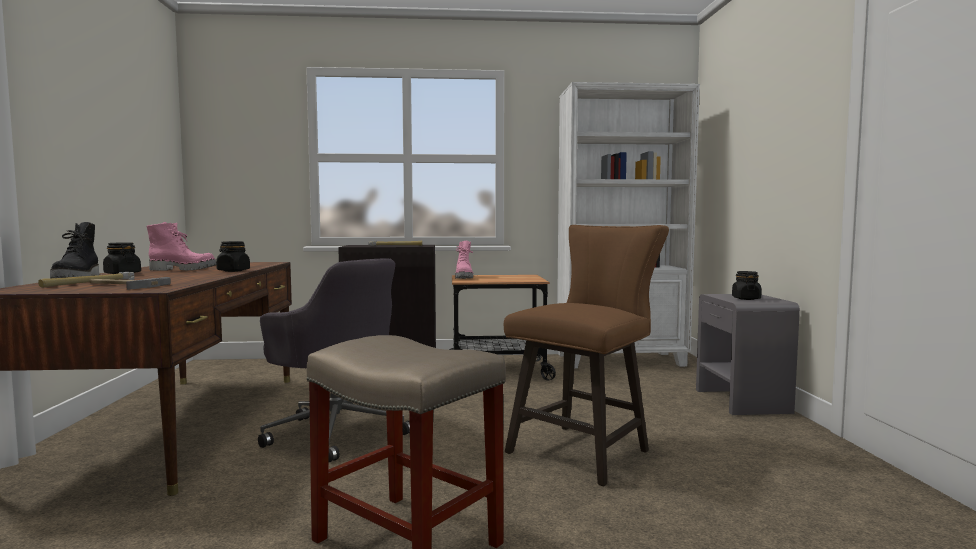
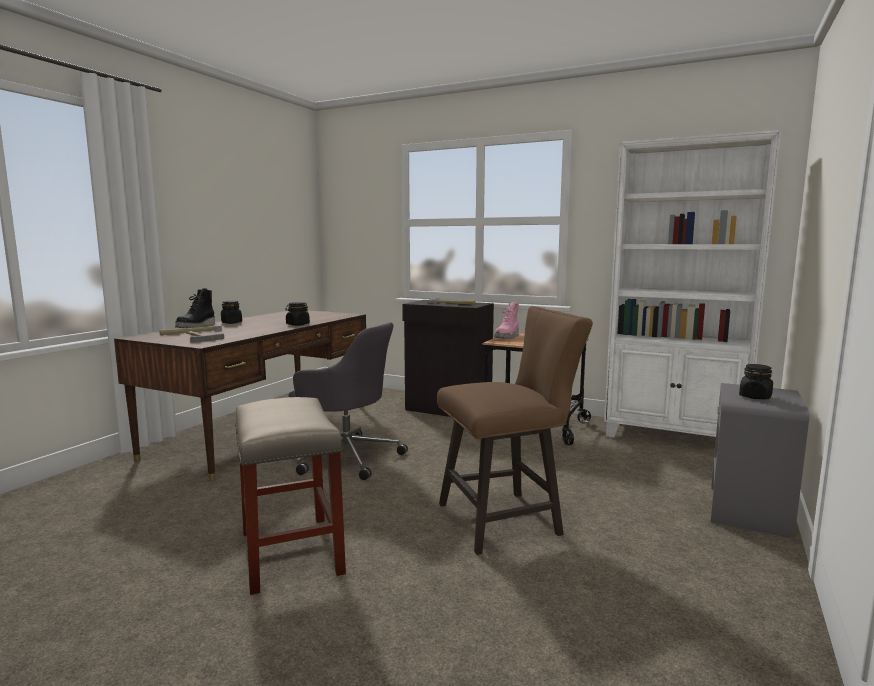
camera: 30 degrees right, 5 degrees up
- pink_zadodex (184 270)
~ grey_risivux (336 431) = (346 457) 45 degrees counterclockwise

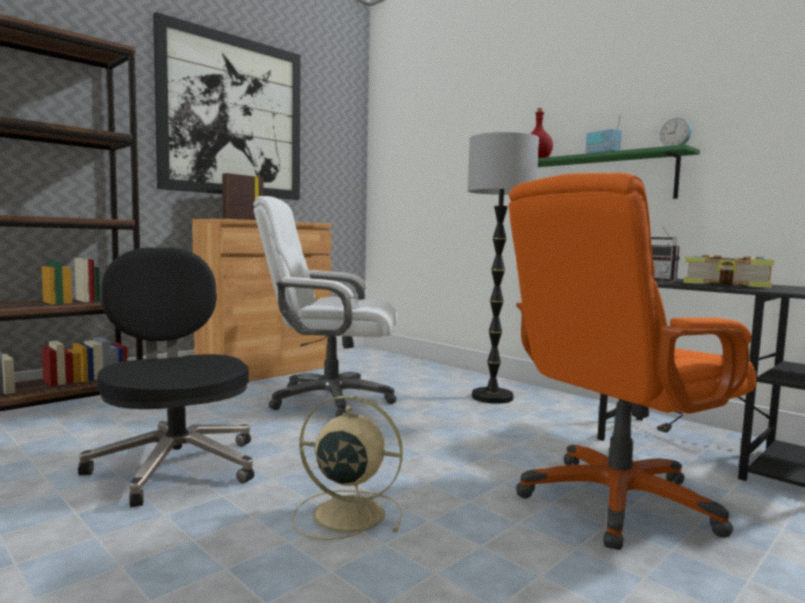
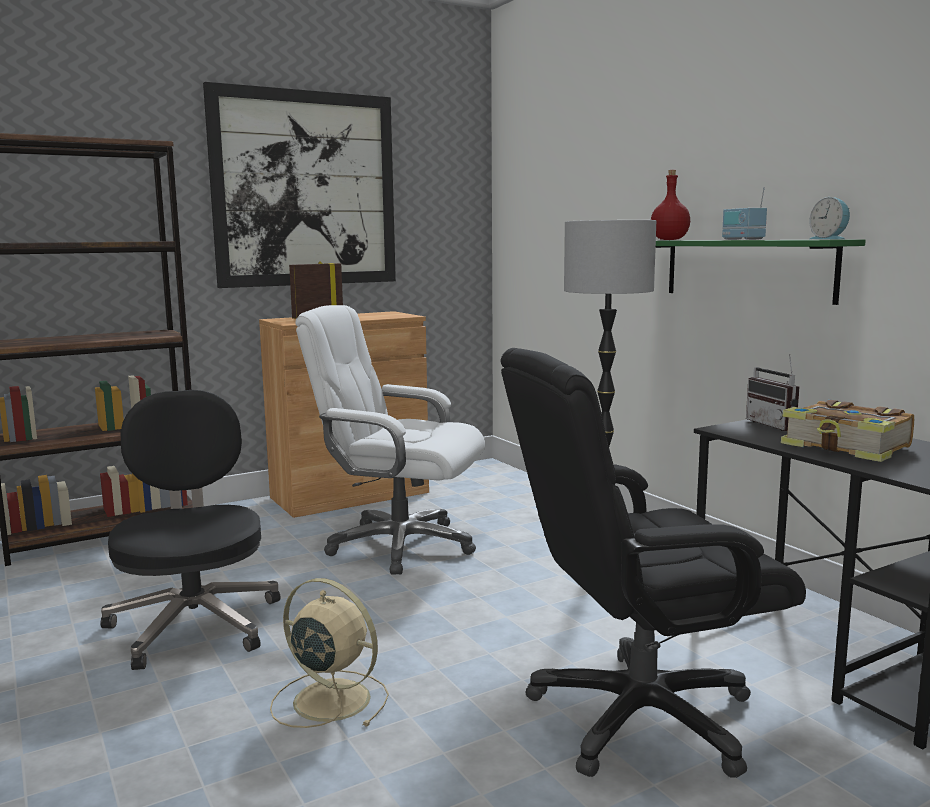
camera: 15 degrees right, 5 degrees up
~ orange_risivux (616 502) to black_risivux (639 717)

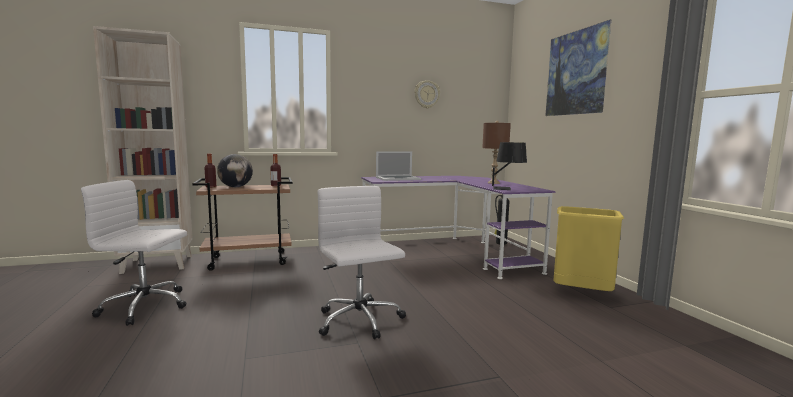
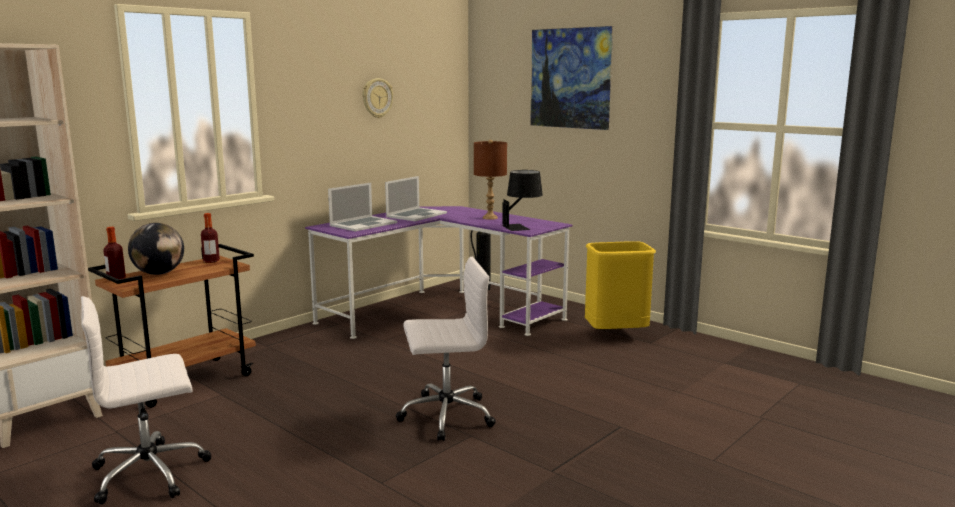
camera: 30 degrees left, 5 degrees up
+ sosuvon (416 215)
~ white_risivux (360 321) = (445 415) 135 degrees clockwise

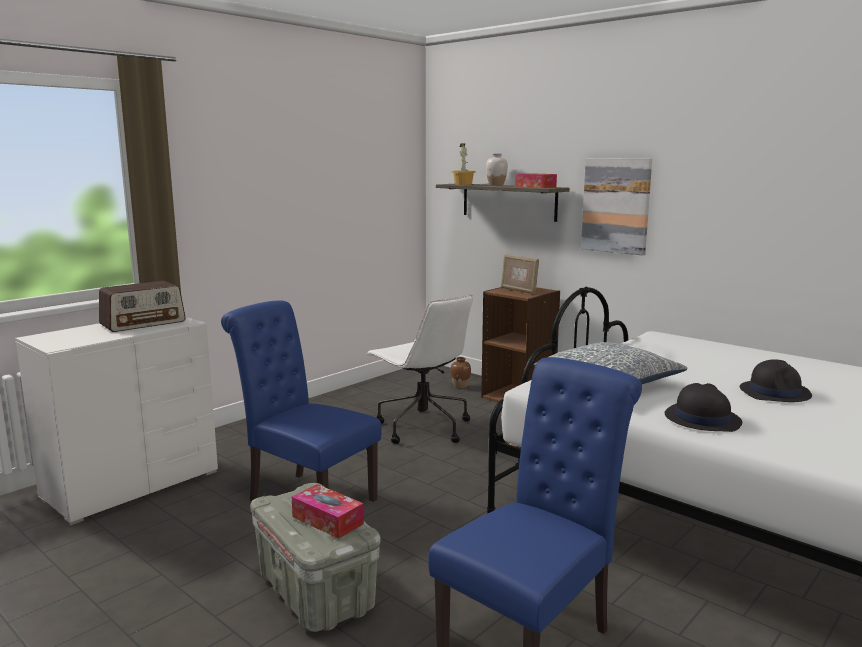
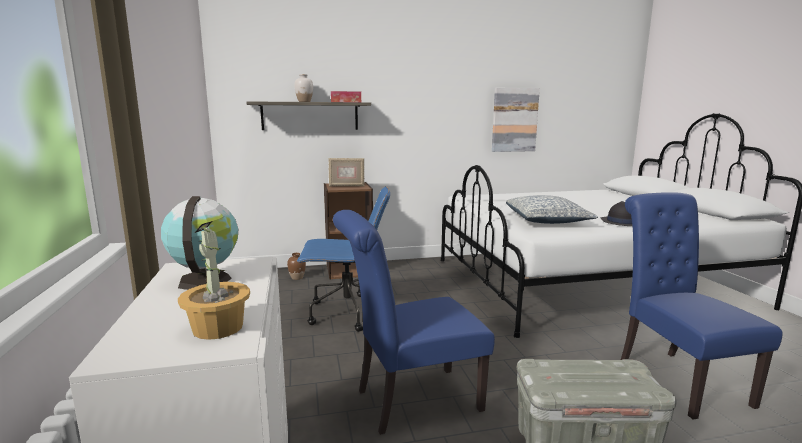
camera: 55 degrees left, 0 degrees up
- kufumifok (327 520)
- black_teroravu (775 392)
~ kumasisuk (463 184) to (218 328)
~ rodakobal (616 205) to (514 120)
~ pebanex (143 323) to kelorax (205 280)
~ white_risivux (422 427) to blue_risivux (346 313)

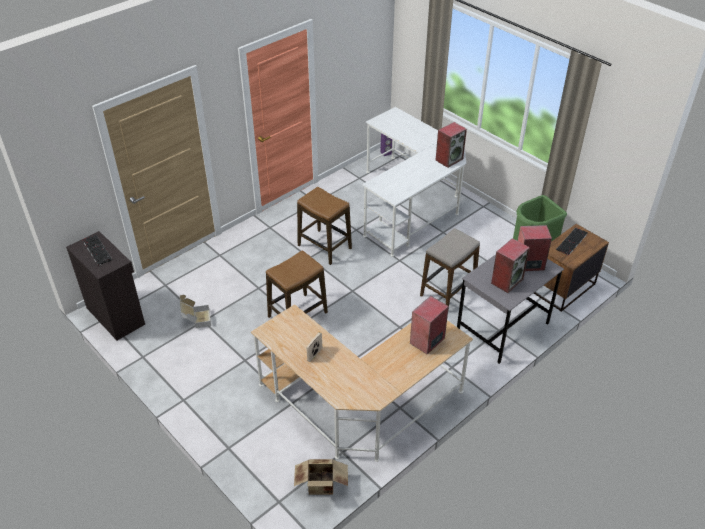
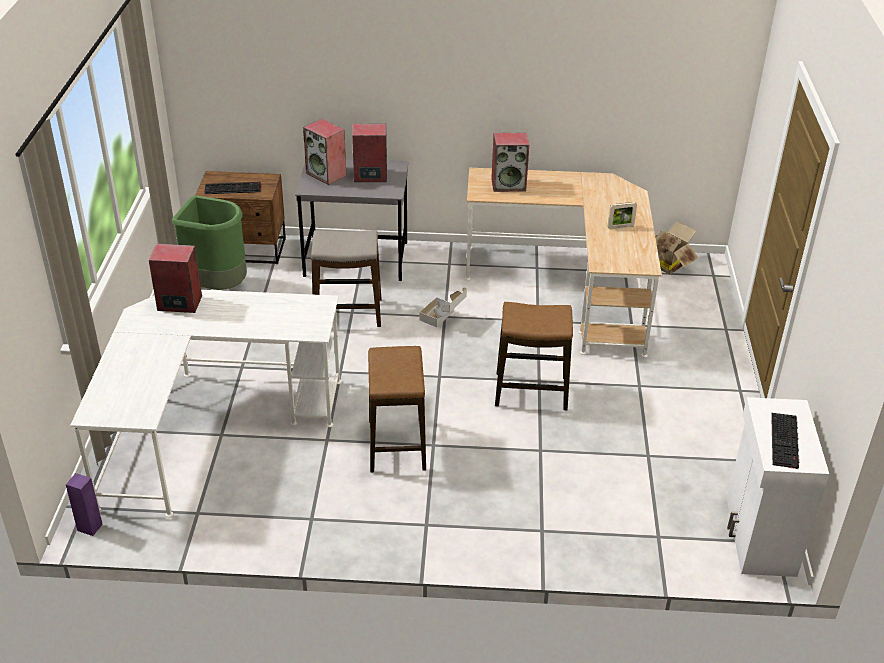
camera: 135 degrees left, 5 degrees down
~ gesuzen (196 320) to (443 319)
~ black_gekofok (116 315) to white_gekofok (758 537)

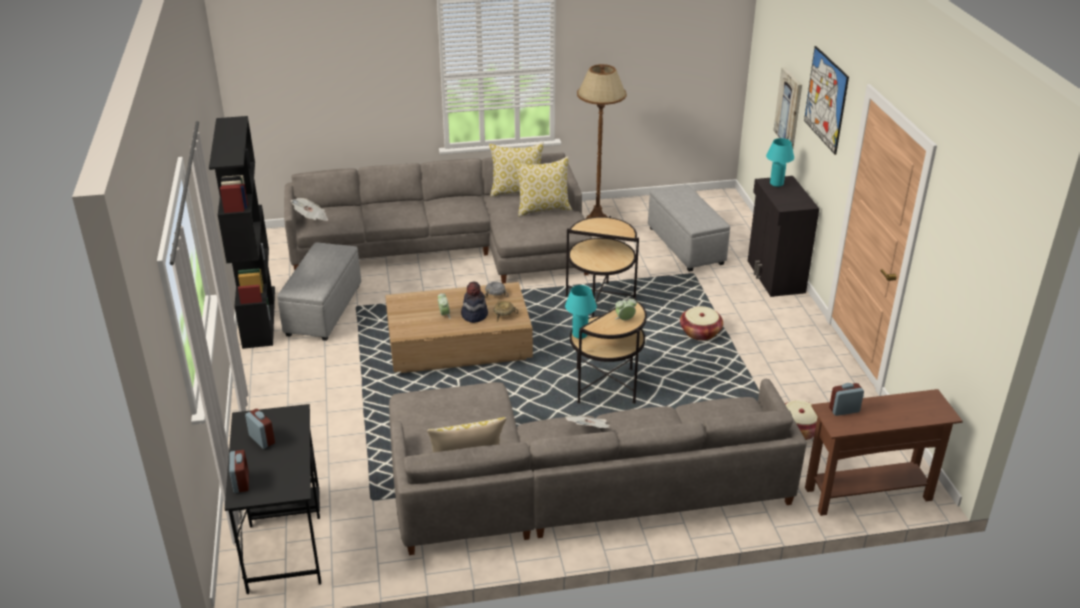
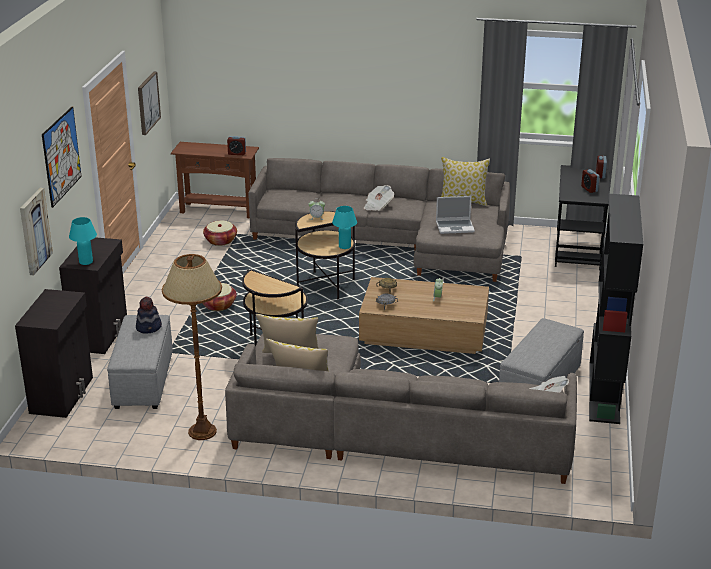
camera: 160 degrees left, 5 degrees down
+ black_gekofok (63 395)
+ rodakobal (148 103)
+ sosuvon (455 227)
~ teroravu (474 315) to (149 327)

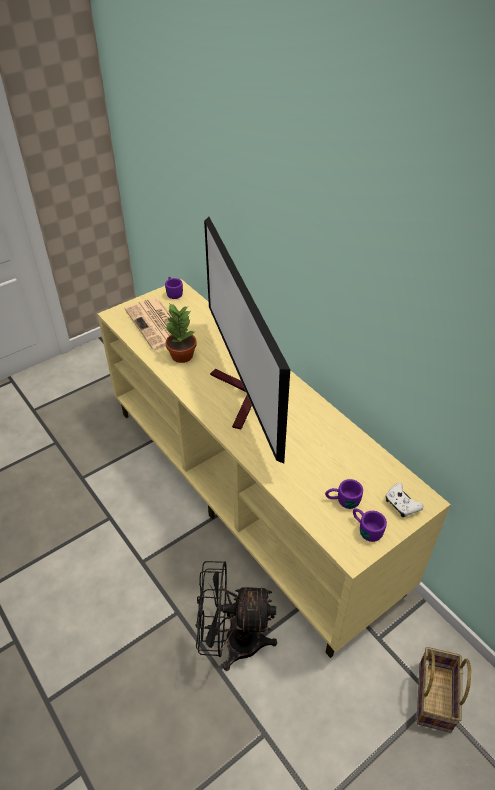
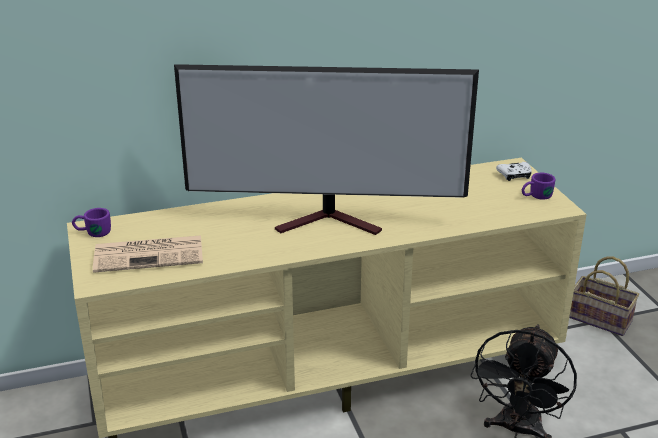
camera: 70 degrees left, 15 degrees down
- kumasisuk (181 355)
- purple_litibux (342 500)

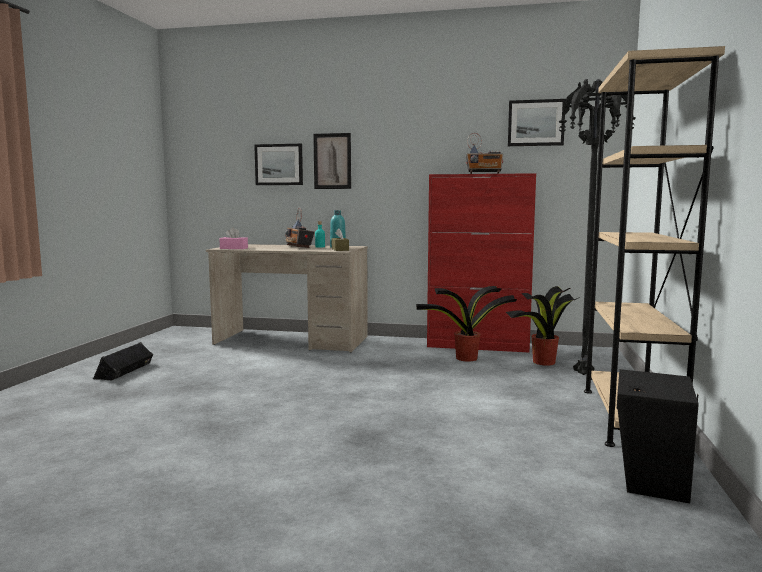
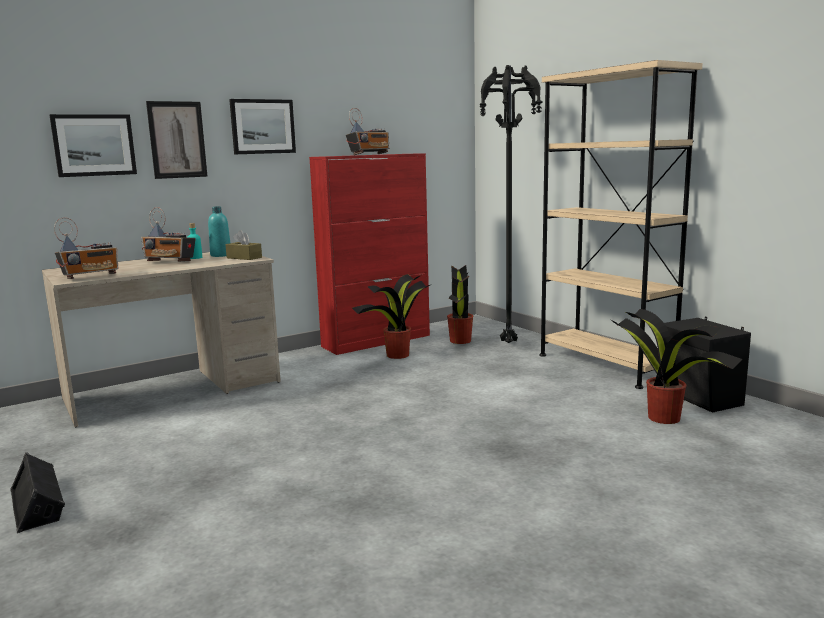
camera: 45 degrees left, 5 degrees up
+ kumasisuk (665 418)
~ rodakobal (536 123) to (262 126)
~ pink_kufumifok (234 248) to pebanex (91 277)

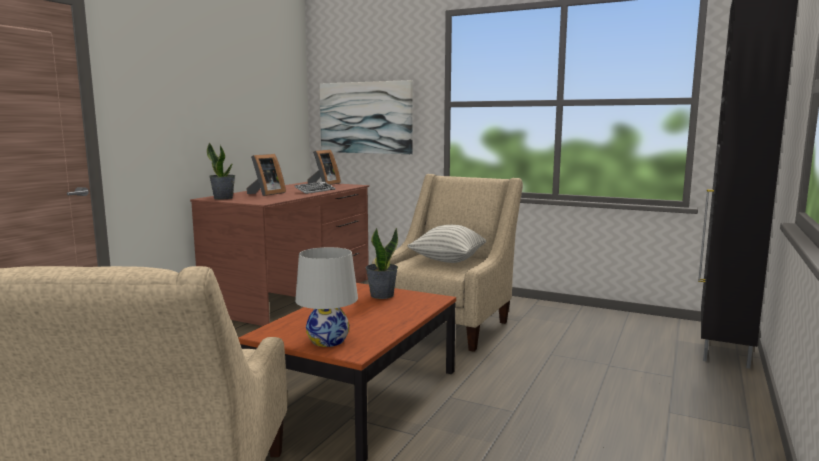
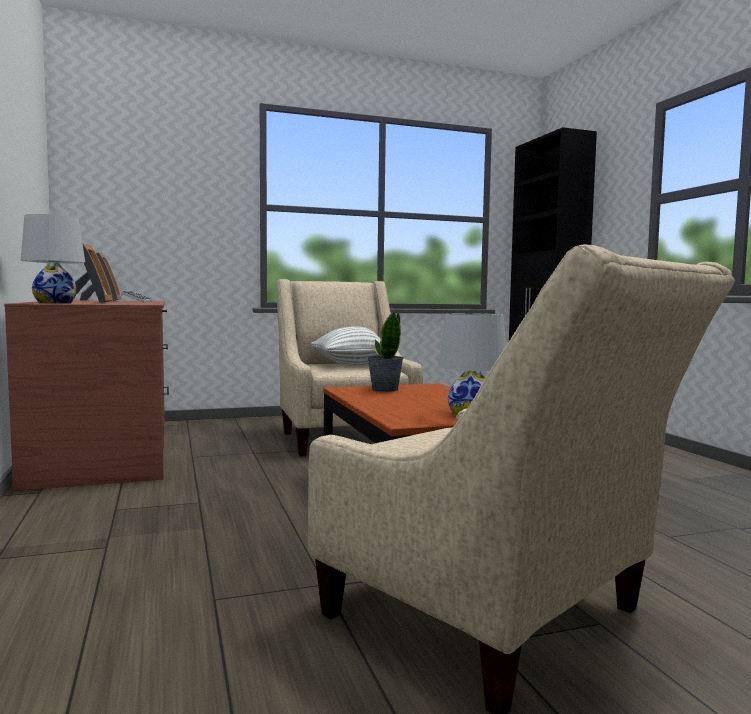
camera: 45 degrees left, 5 degrees down
- rodakobal (365 117)
~ kumasisuk (223 198) to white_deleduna (55 303)

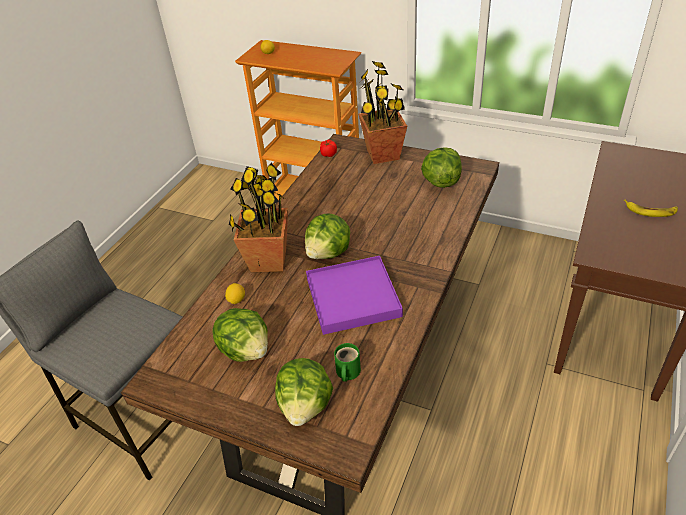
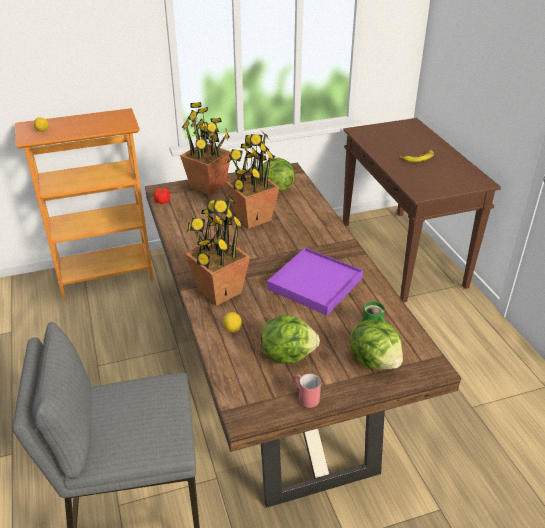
camera: 45 degrees left, 5 degrees down
- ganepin (329 253)
+ kumasisuk (252 219)
+ red_litibux (305 396)

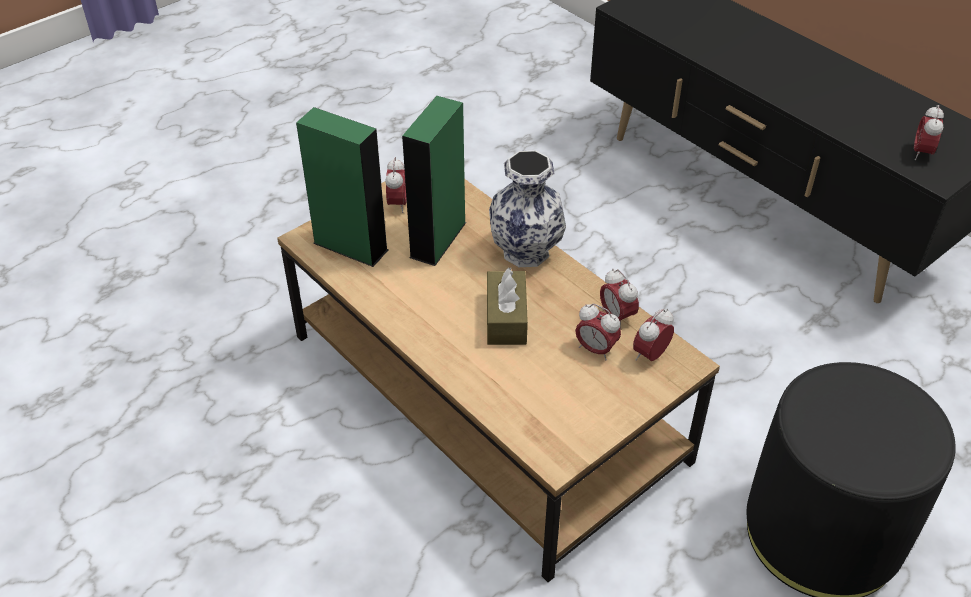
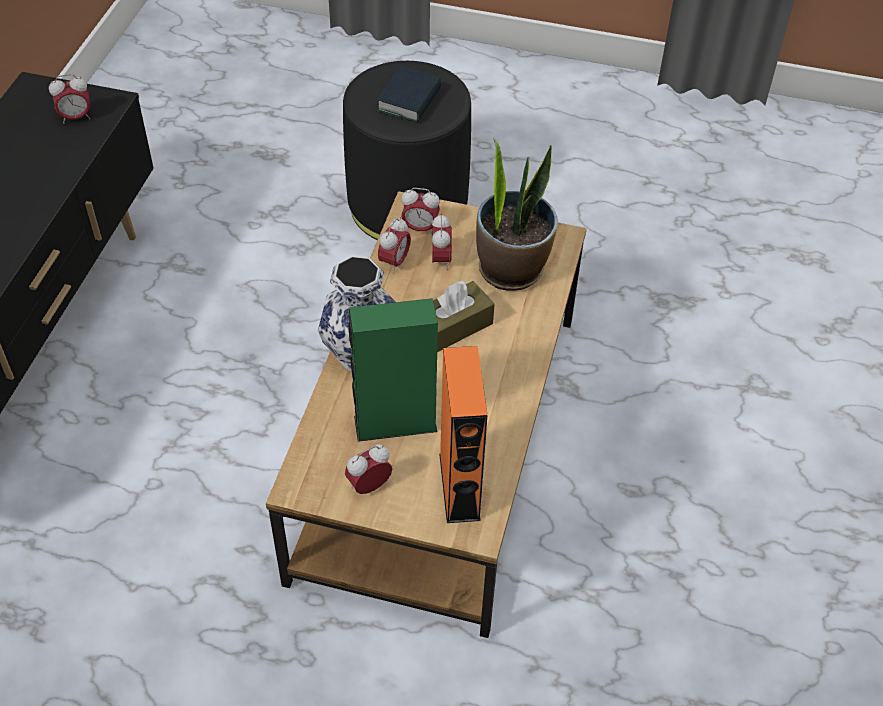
camera: 125 degrees left, 5 degrees up
+ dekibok (409 100)
+ kumasisuk (511 269)
~ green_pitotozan (350 246) to orange_pitotozan (459 486)

